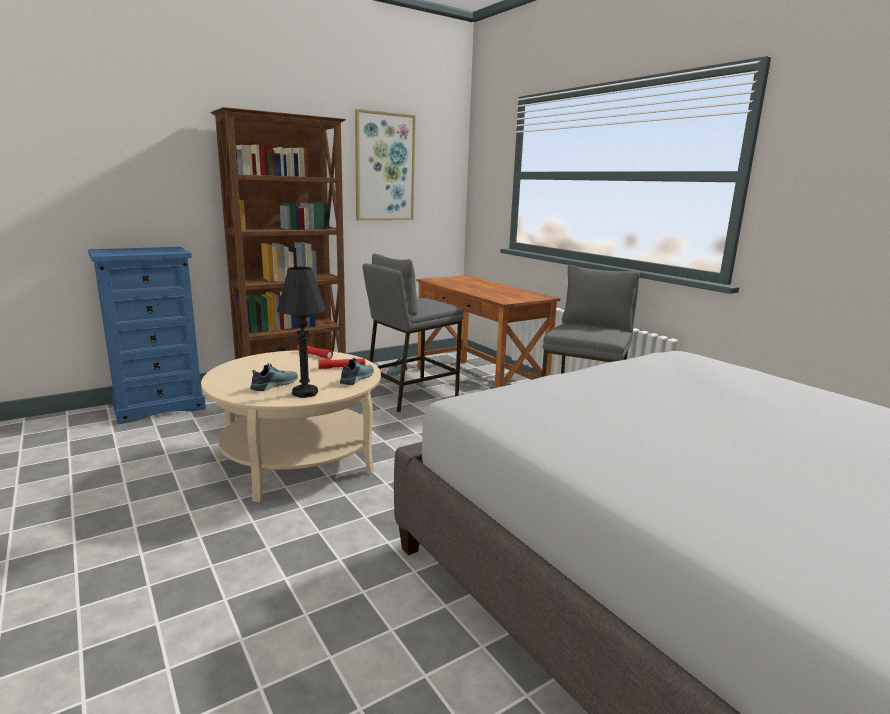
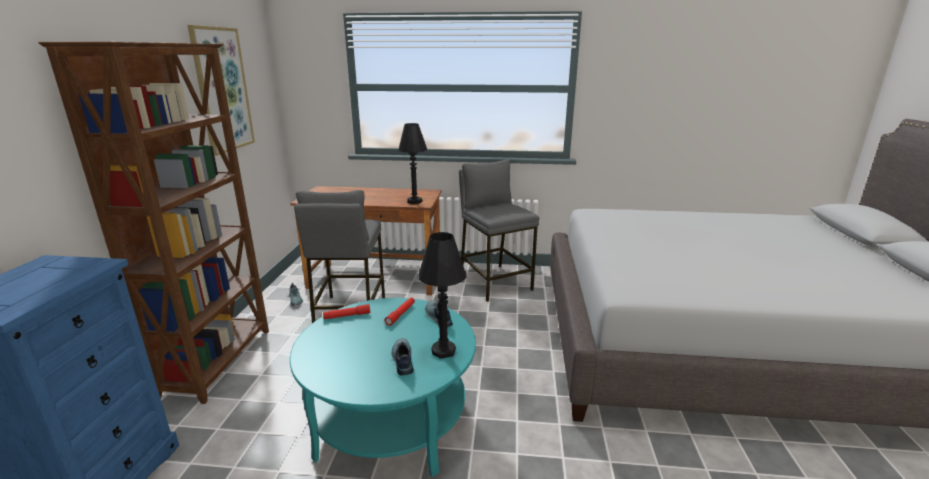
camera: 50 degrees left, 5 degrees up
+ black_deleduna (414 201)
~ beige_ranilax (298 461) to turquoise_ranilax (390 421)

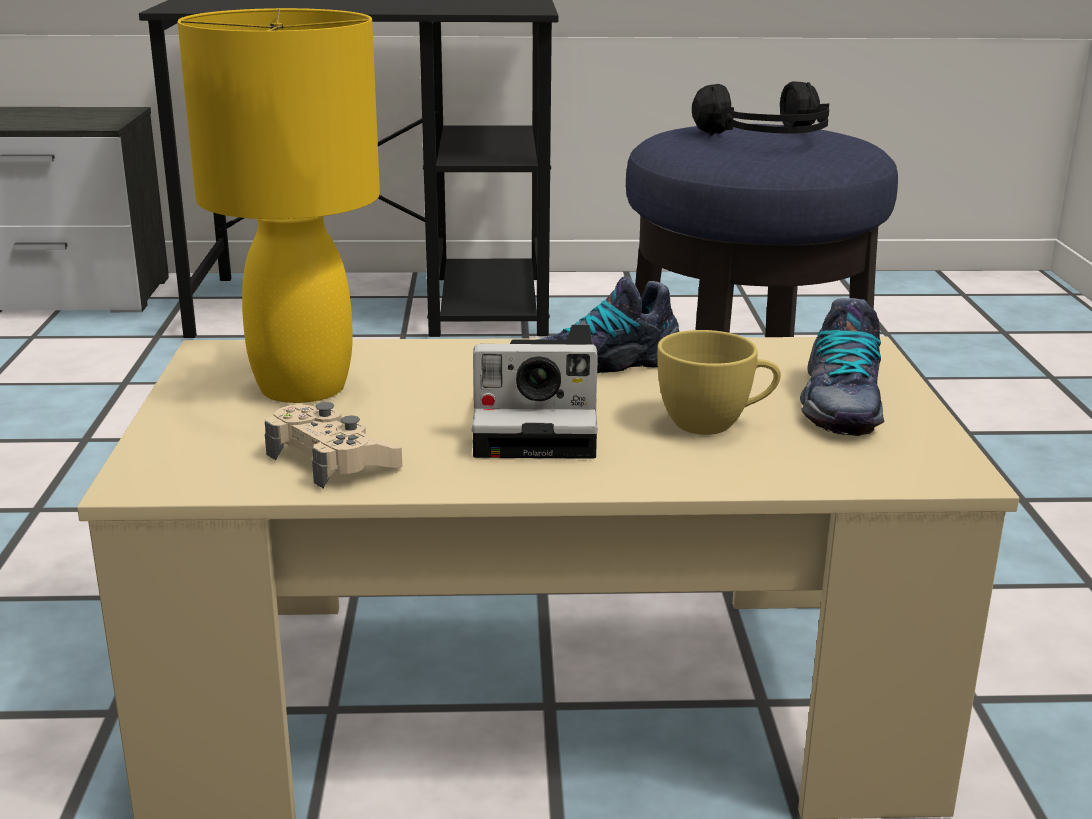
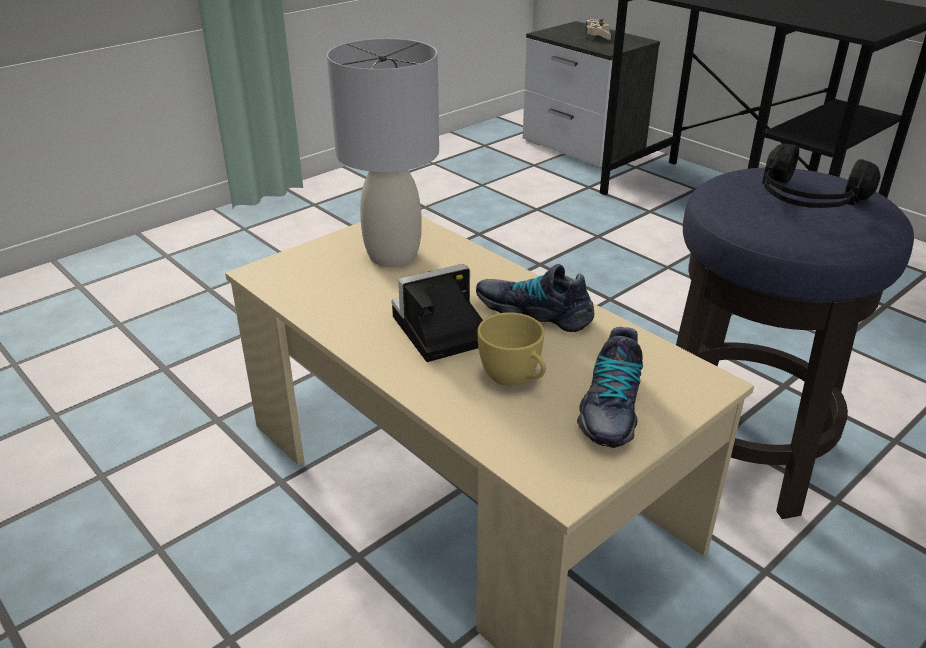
camera: 50 degrees right, 10 degrees up
~ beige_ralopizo (332 460) to (597 35)
~ yellow_deleduna (301 386) to grey_deleduna (393 255)
~ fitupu (542 425) = (438 331) 105 degrees clockwise
~ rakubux (839 402) = (609 408) 45 degrees counterclockwise

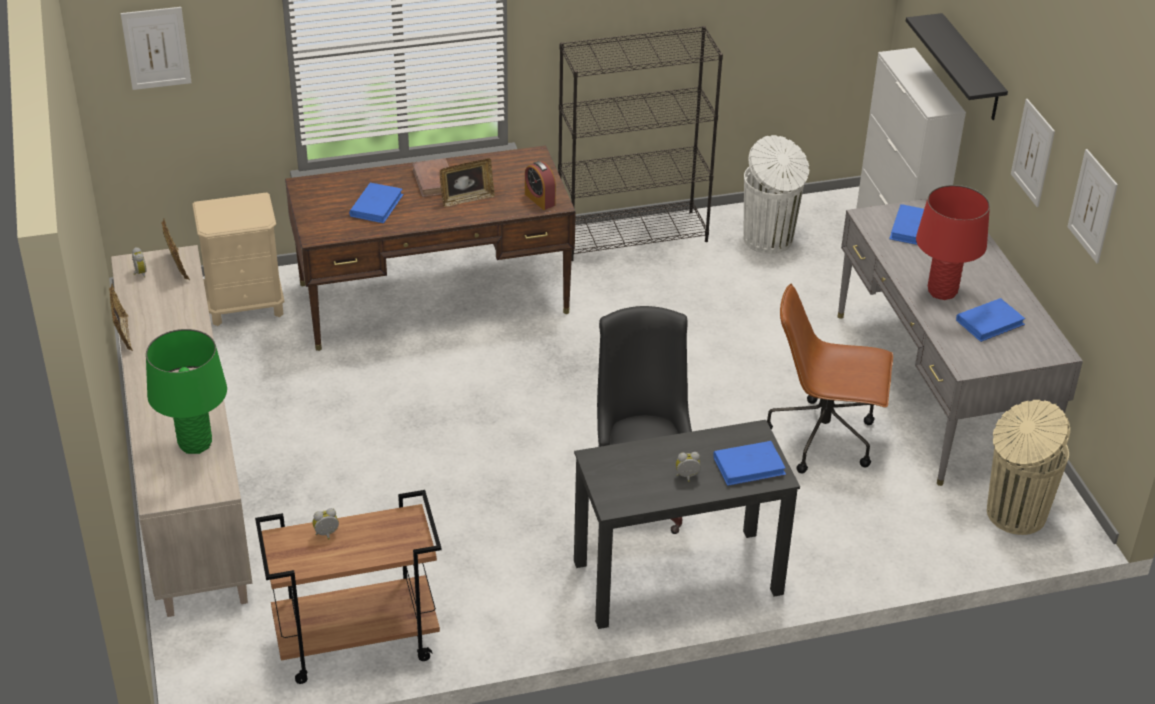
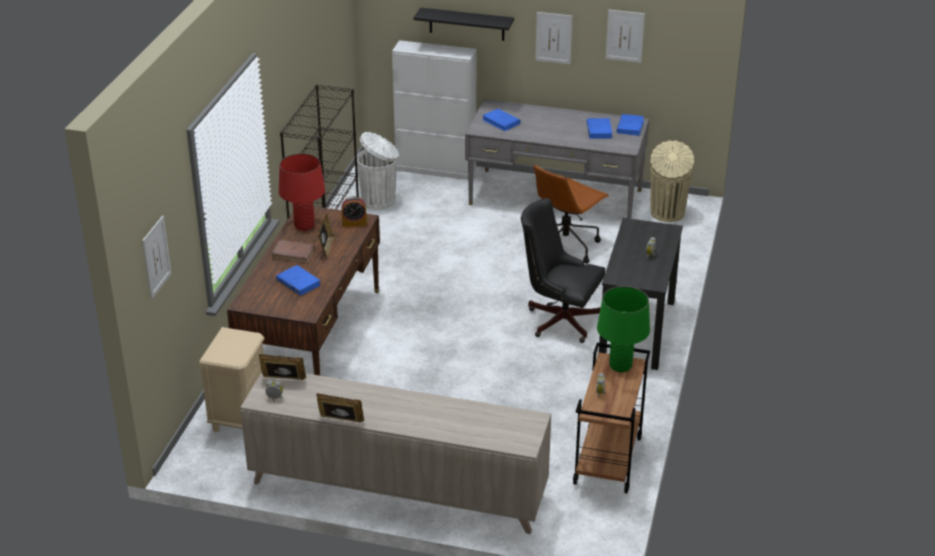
camera: 60 degrees left, 5 degrees down
~ green_deleduna (195 444) to (620 366)
~ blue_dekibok (749 466) to (630 126)
~ red_deleduna (942 291) to (304 226)

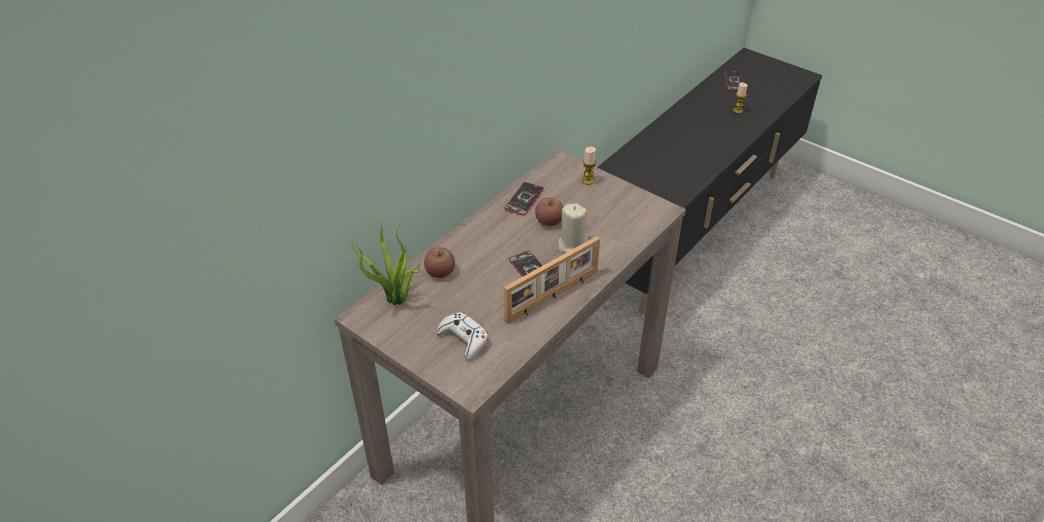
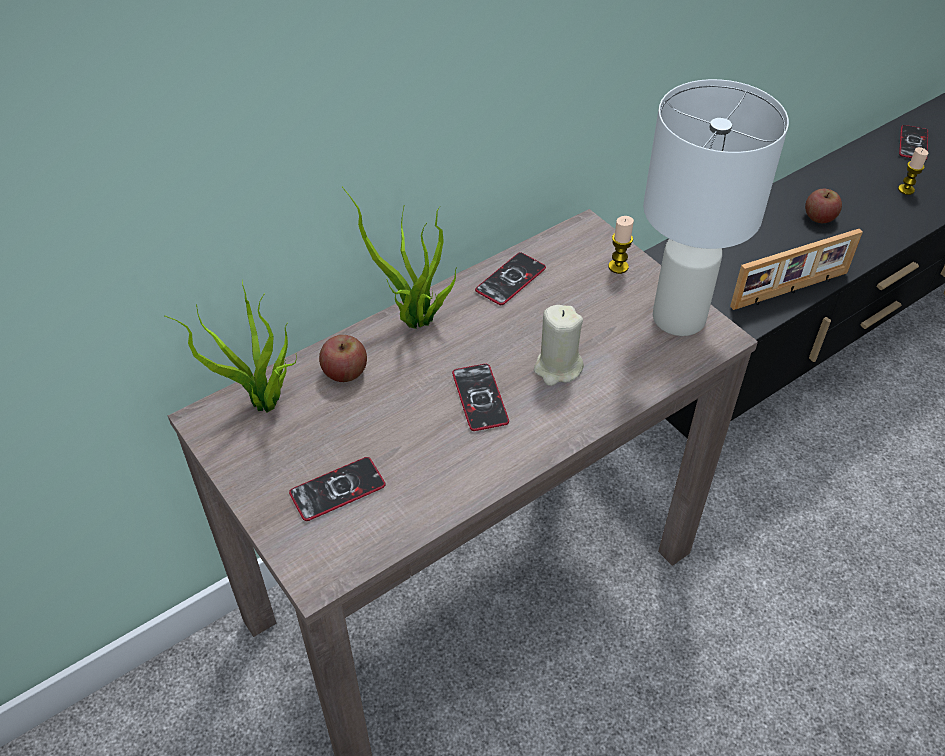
camera: 15 degrees right, 5 degrees up
+ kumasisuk (415 322)
+ white_deleduna (678 316)
~ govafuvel (553 297) to (790 291)
~ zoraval (549 221) to (819 217)
~ white_ralopizo (463 339) to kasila (337 490)

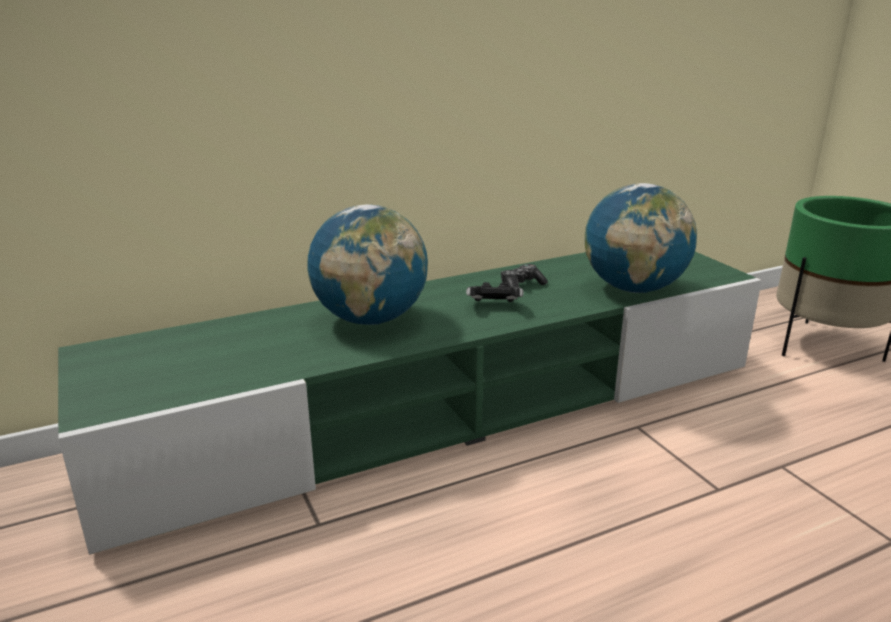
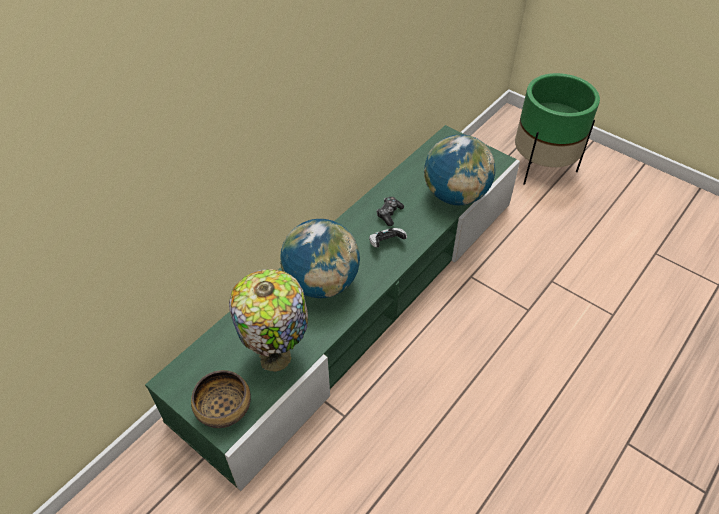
camera: 25 degrees left, 25 degrees up
+ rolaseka (224 408)
+ deleduna (277 356)

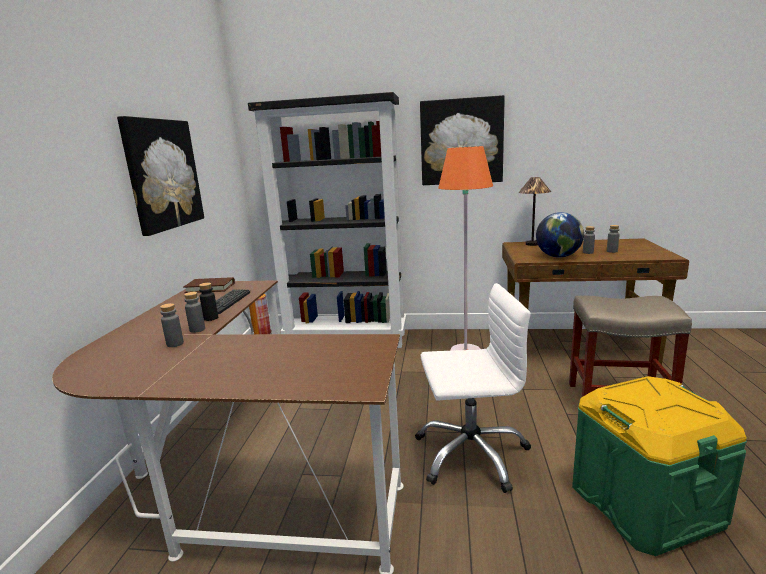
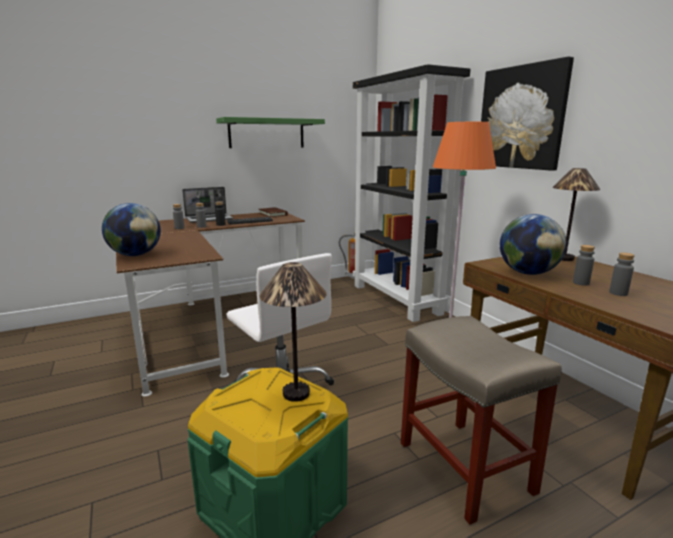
camera: 55 degrees right, 0 degrees up
+ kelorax (135 255)
+ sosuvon (209 219)
+ deleduna (296 393)
~ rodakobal (163 174) to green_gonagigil (267 133)

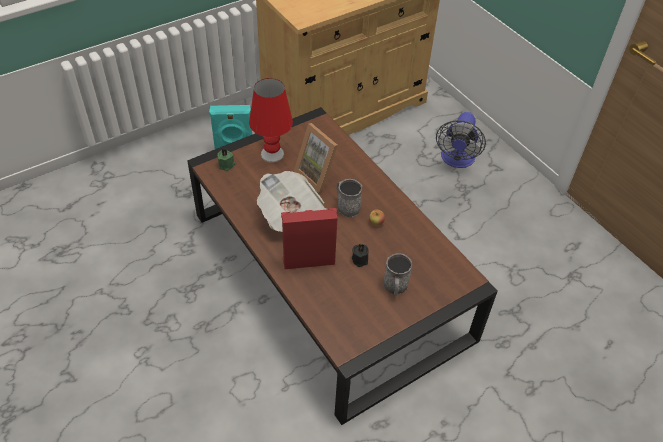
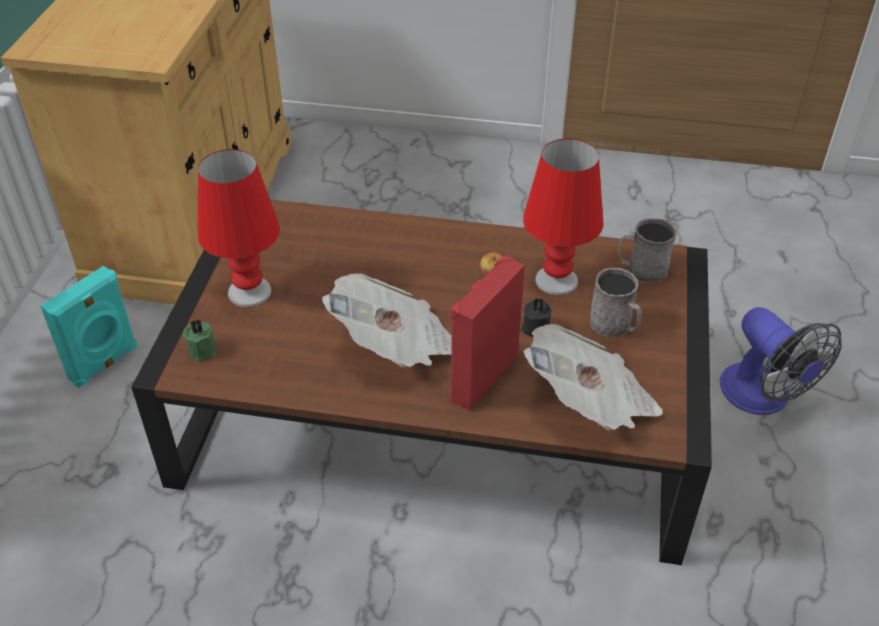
camera: 45 degrees left, 5 degrees down
- govafuvel (318 175)
+ red_deleduna (556 280)
+ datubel (590 403)
~ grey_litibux (346 206) to (641 270)
~ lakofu (456 160) to (763 397)

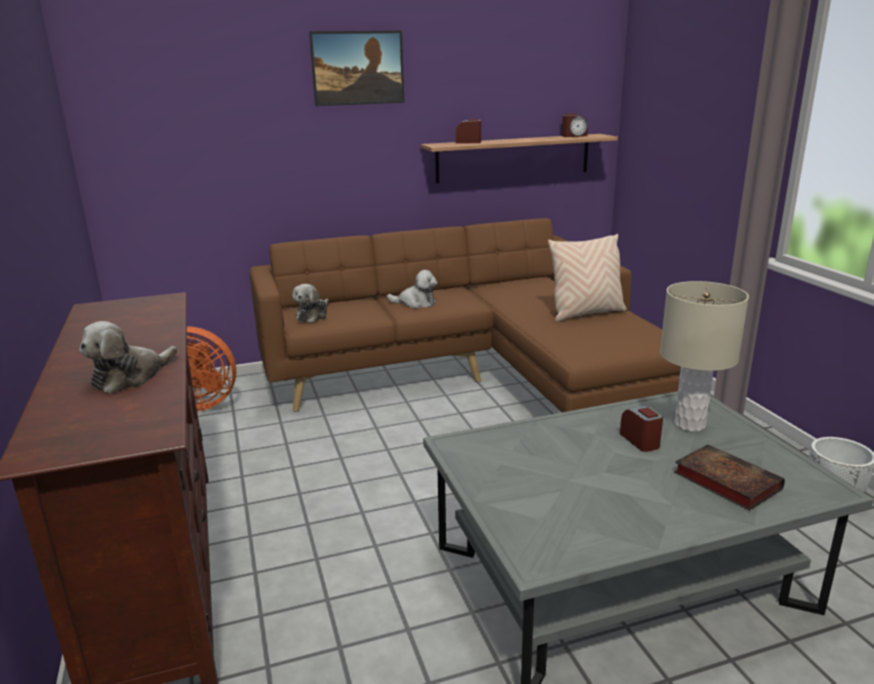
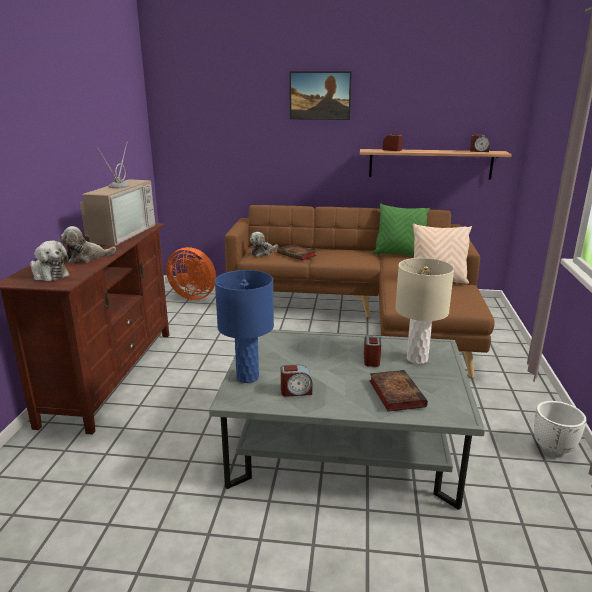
camera: 25 degrees right, 0 degrees up
+ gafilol (120 233)
+ blue_deleduna (247 377)
+ dekibok (297 254)
+ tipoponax (296 391)
+ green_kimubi (399 254)
~ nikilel (415 303) to (49 274)

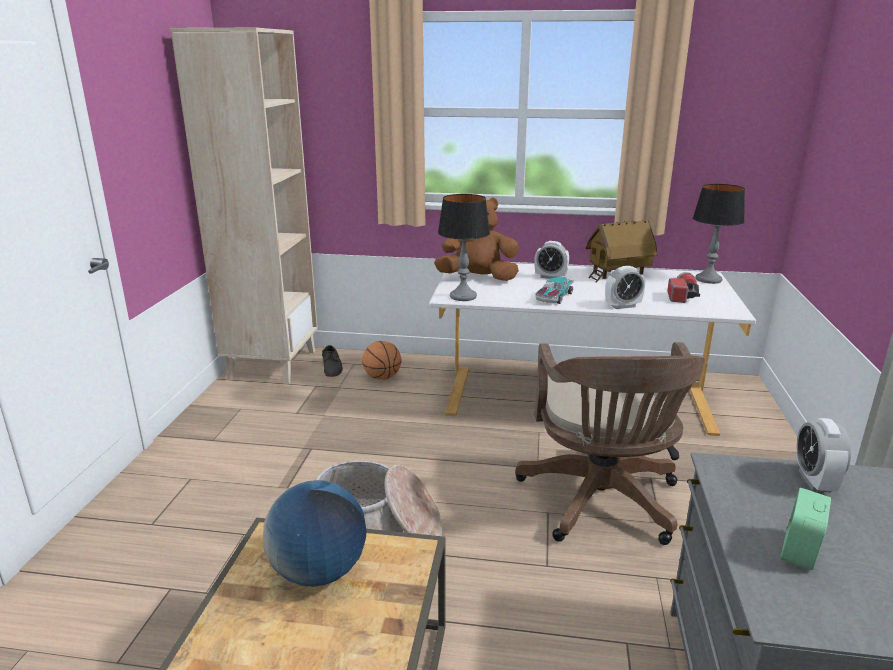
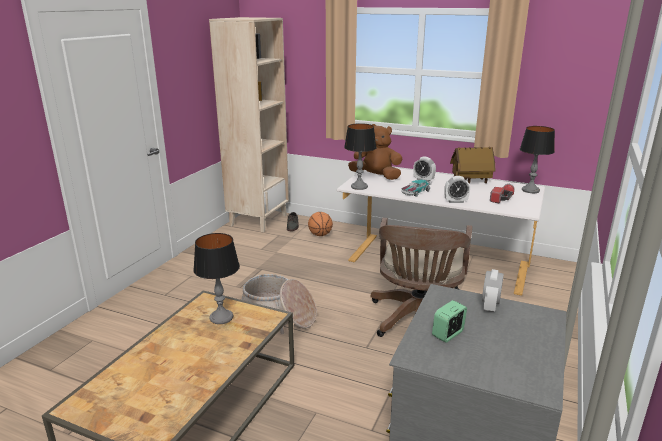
camera: 15 degrees right, 0 degrees up
~ kelorax (319 572) to deleduna (221 317)

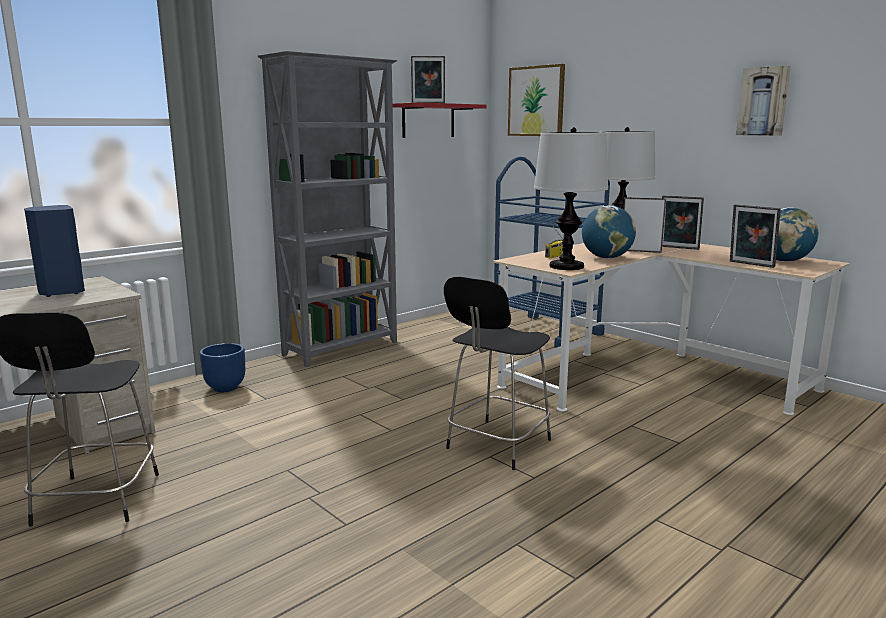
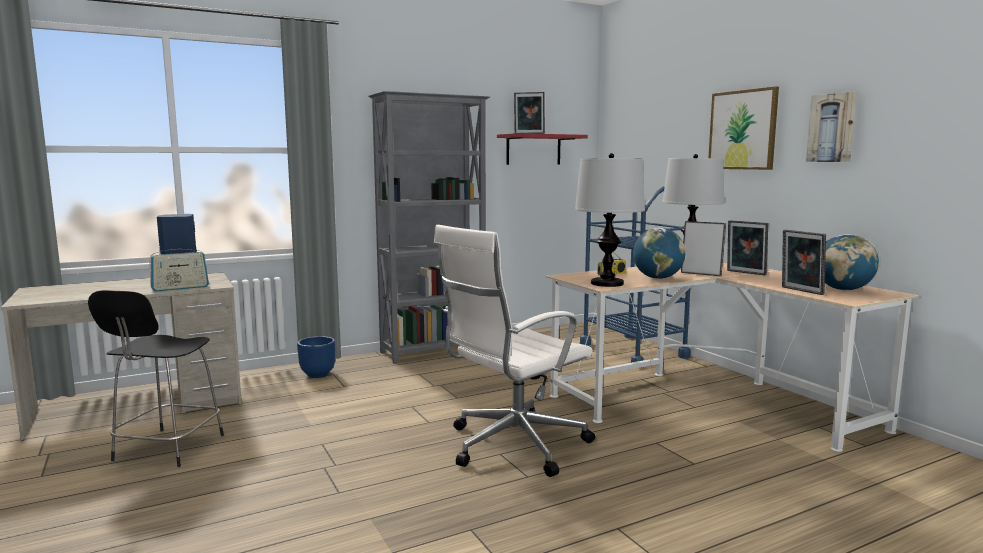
camera: 15 degrees right, 5 degrees down
+ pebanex (180 288)
~ rodakobal (536 101) to (743 130)
~ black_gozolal (496 445) to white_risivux (513 445)

